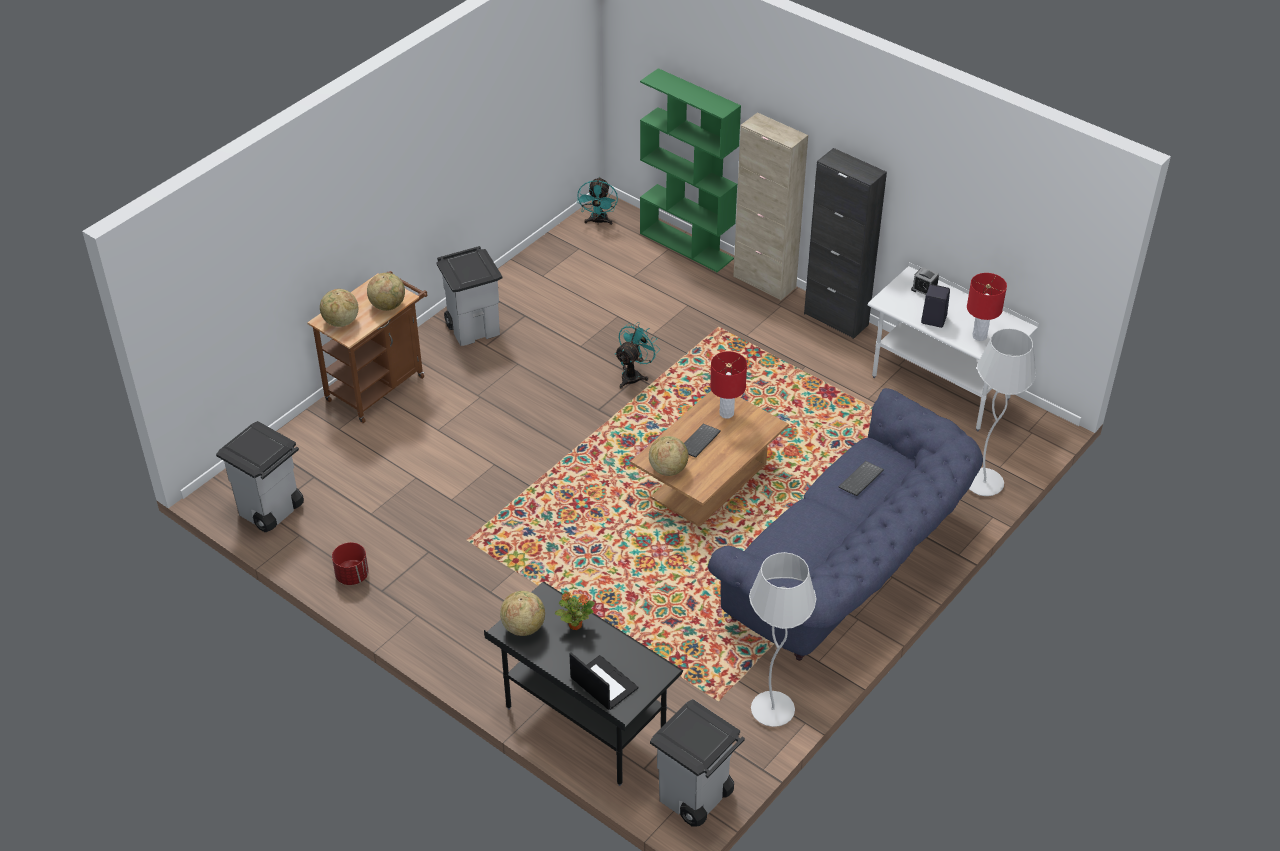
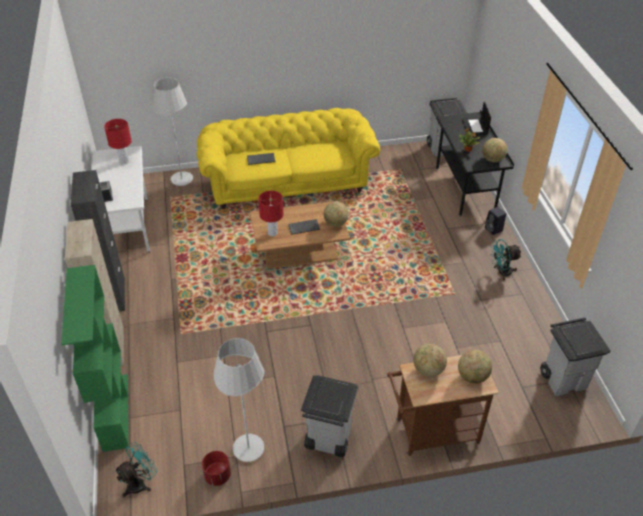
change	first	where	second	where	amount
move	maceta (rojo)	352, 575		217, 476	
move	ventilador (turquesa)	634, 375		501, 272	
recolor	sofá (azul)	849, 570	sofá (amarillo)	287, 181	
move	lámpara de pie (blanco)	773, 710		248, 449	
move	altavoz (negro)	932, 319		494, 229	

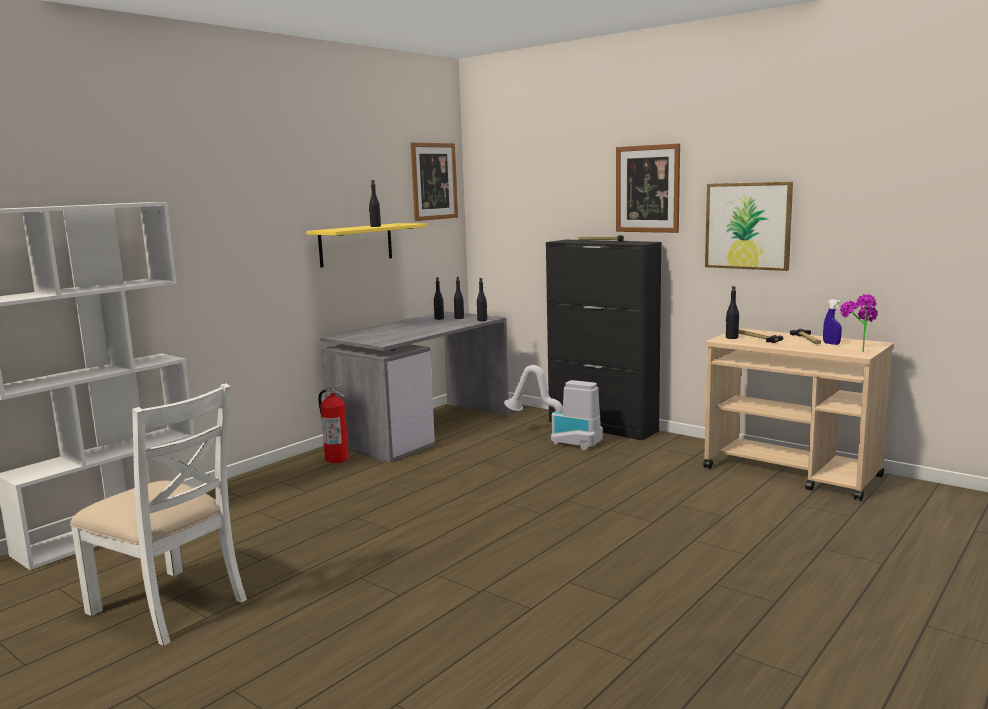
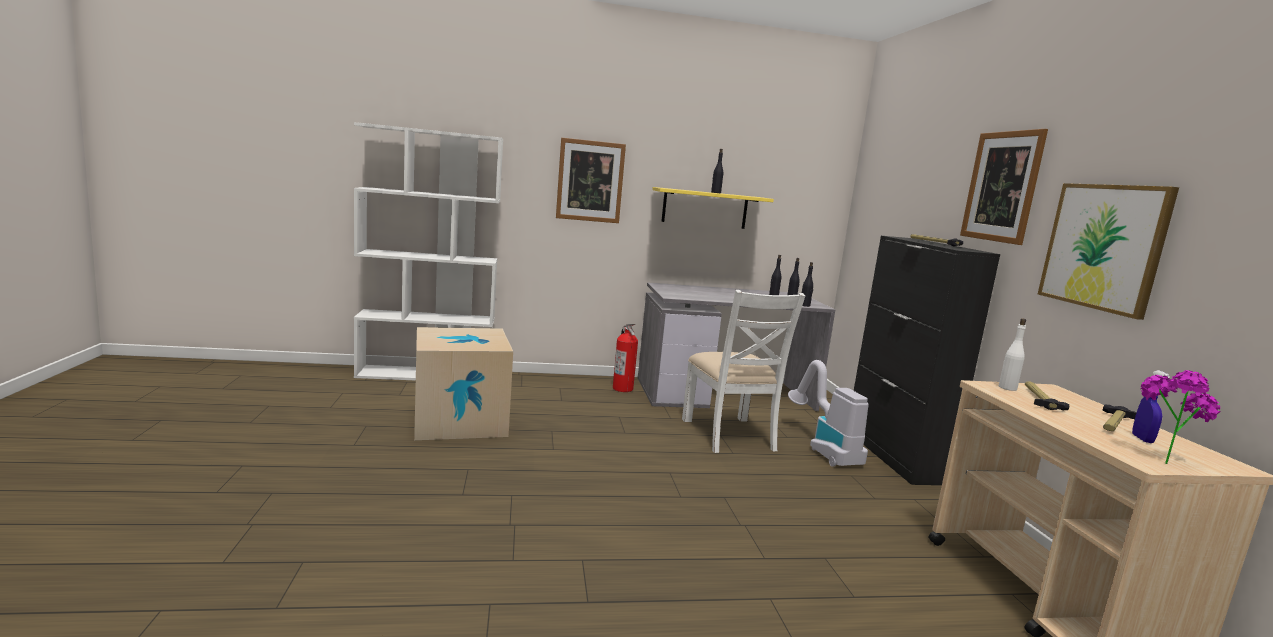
change	first	where	second	where	amount
move	silla (blanco)	169, 605		729, 435	
move	cuadro	434, 181		590, 181	
recolor	botella (negro)	731, 337	botella (blanco)	1007, 388	
insert			caja de cartón	459, 421	

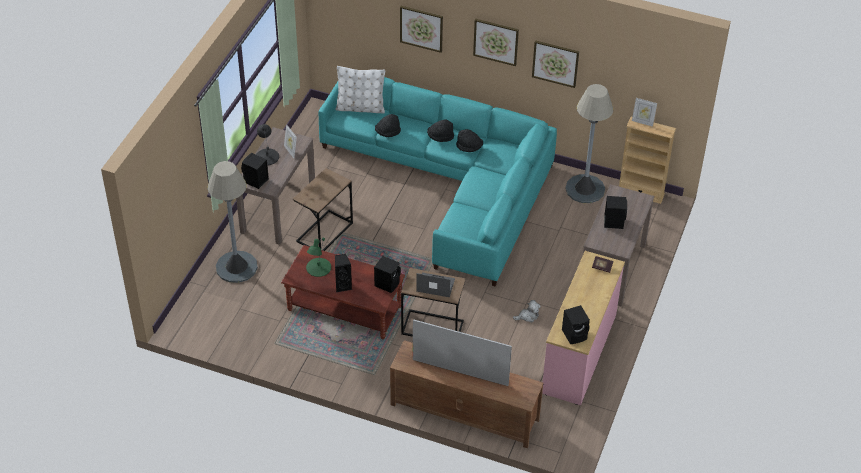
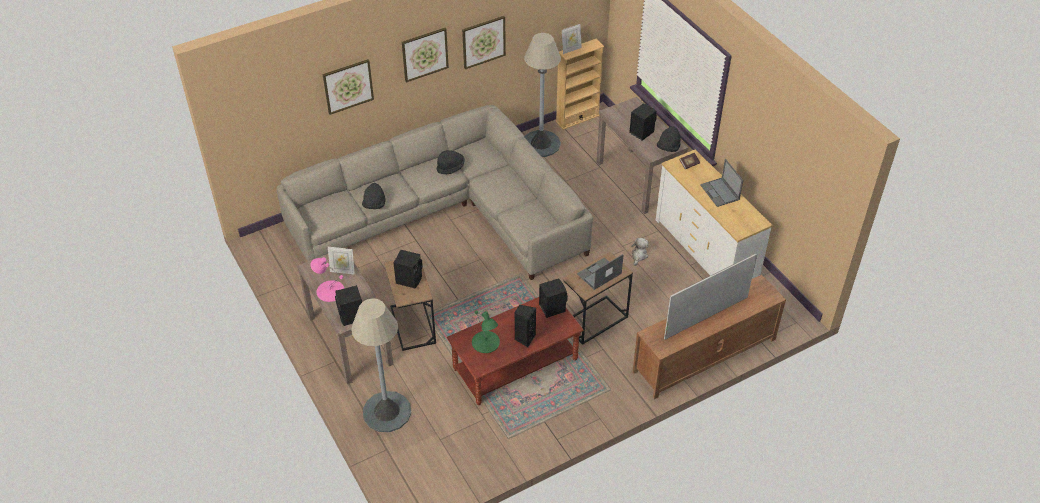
change	first	where	second	where	amount
recolor	lámpara de mesa (negro)	267, 156	lámpara de mesa (rosa)	330, 291	
recolor	sofá (turquesa)	450, 183	sofá (gris)	447, 212	
delete	cojín (blanco)	360, 107			
move	sombrero (negro)	440, 137		668, 148	
recolor	cómoda (rosa)	580, 354	cómoda (blanco)	706, 250	
move	altavoz (negro)	575, 334		409, 279	
insert			portátil	720, 192	

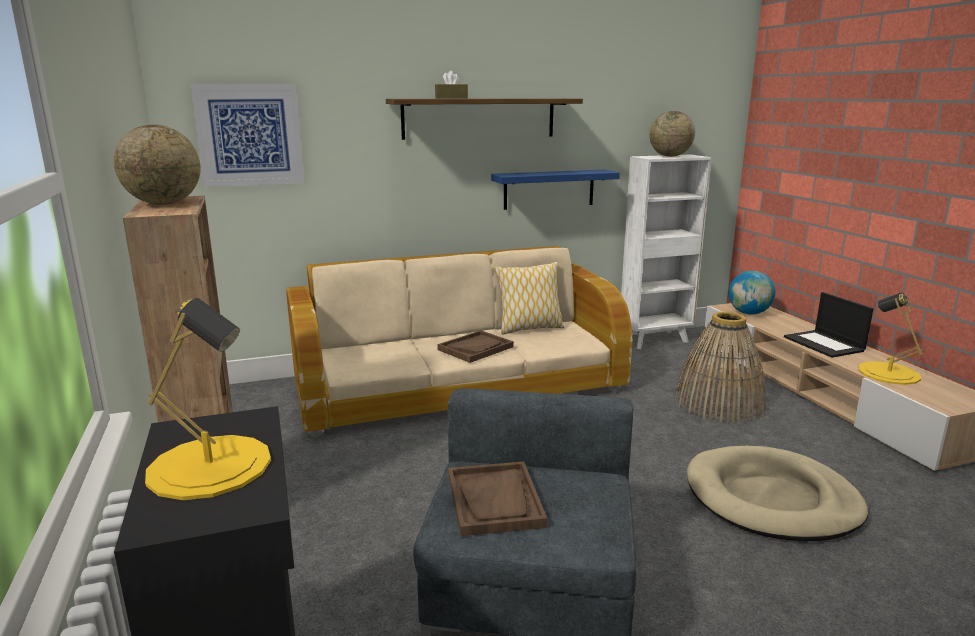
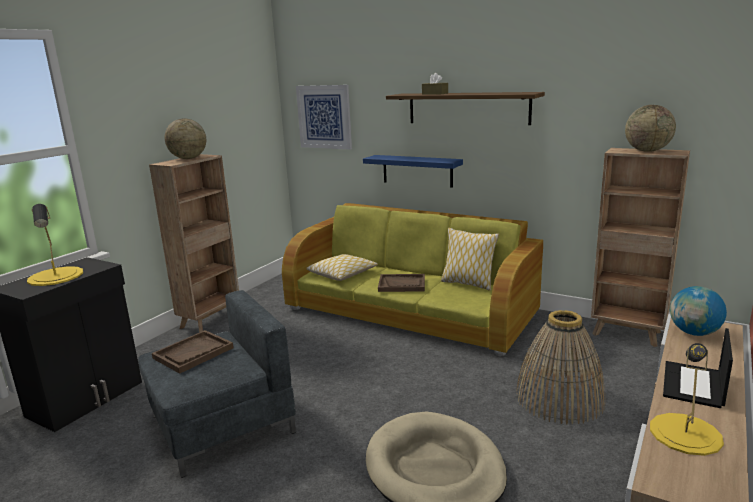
change	first	where	second	where	amount
recolor	sofá (beis)	459, 386	sofá (verde)	410, 311	
move	estante (azul)	549, 189		417, 170	
recolor	estantería (blanco)	656, 340	estantería (marrón)	628, 334	
insert			cojín	342, 274	

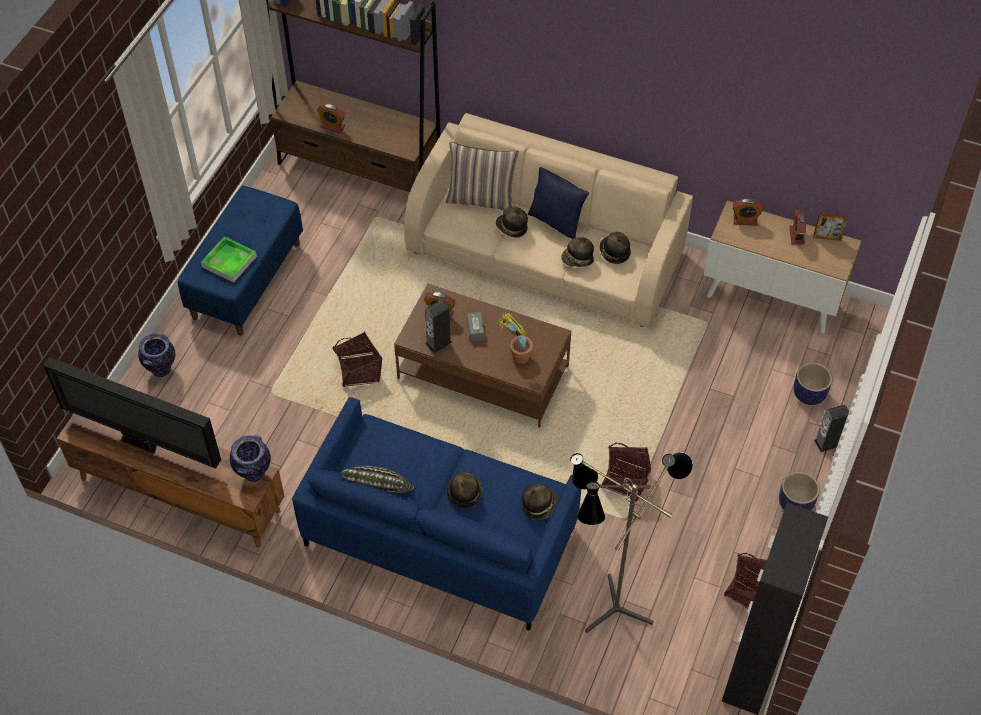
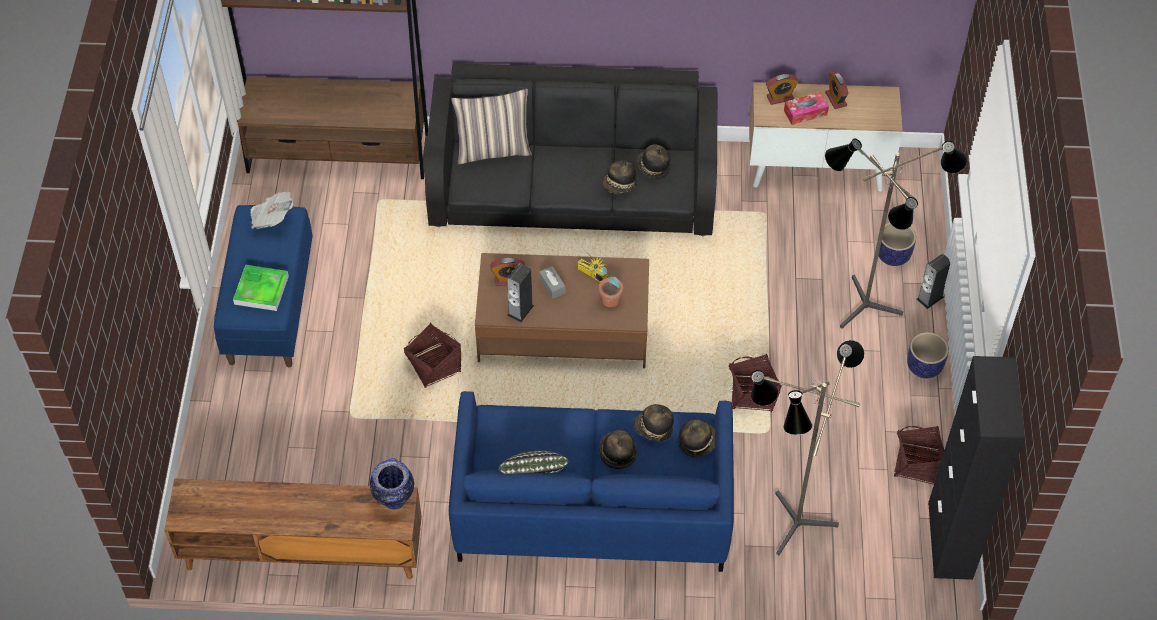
change	first	where	second	where	amount
delete	televisor	142, 444			
delete	florero	161, 369			
delete	despertador	332, 126			
recolor	sofá (beis)	546, 251	sofá (negro)	573, 186	
move	sombrero	511, 228		653, 429	
delete	cojín (azul)	556, 222			
delete	portarretratos	827, 237			
insert			periódico	272, 218	
insert			caja de pañuelos	805, 112	
insert			lámpara de pie	865, 313	

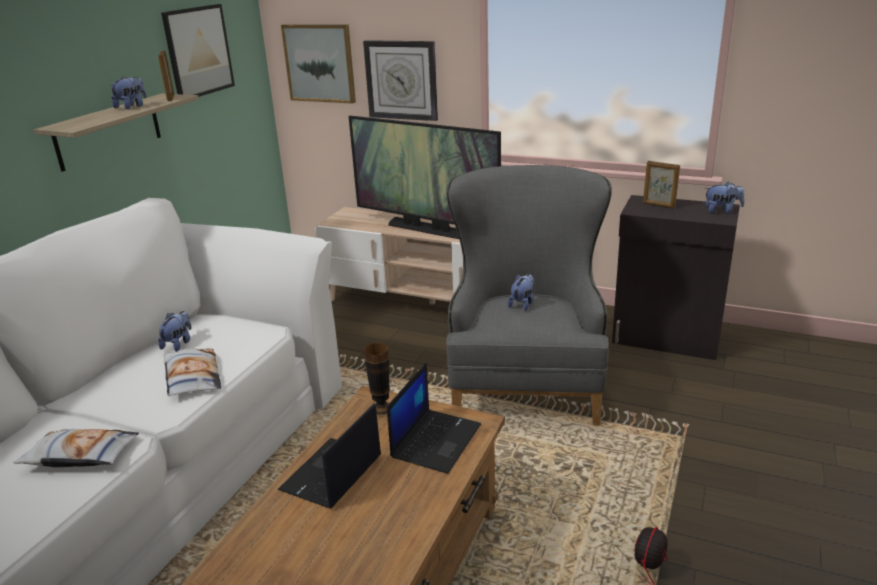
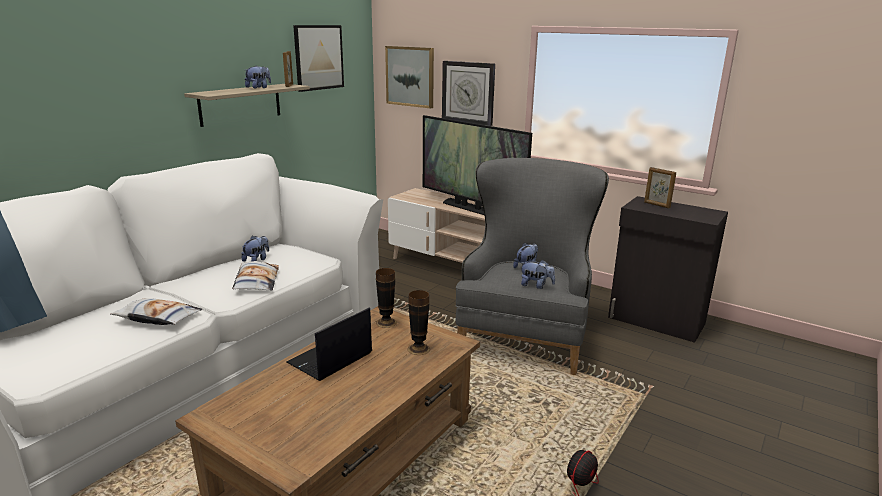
change	first	where	second	where	amount
replace	portátil	436, 440	florero	418, 349	
move	peluche	722, 211		536, 285	

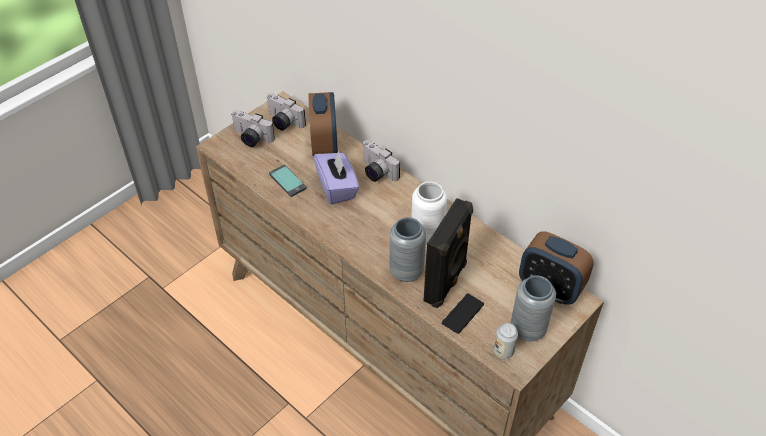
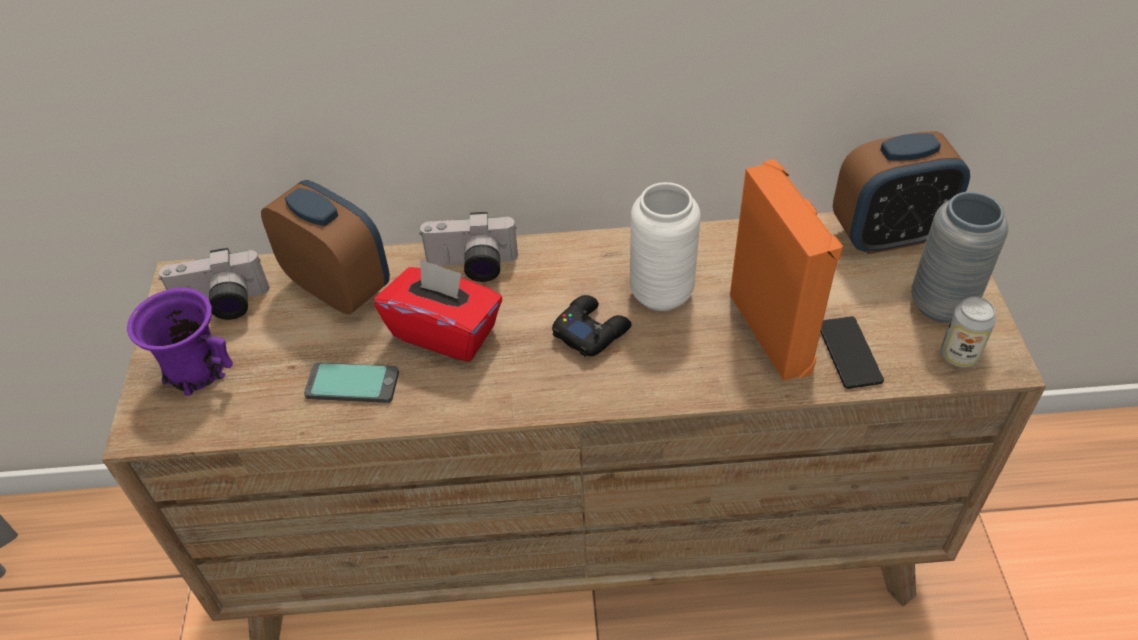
change	first	where	second	where	amount
replace	cámara	250, 138	taza grande (morado)	196, 369	
recolor	caja de pañuelos (morado)	337, 187	caja de pañuelos (rojo)	445, 331	
delete	florero (gris)	406, 271			
recolor	altavoz (negro)	446, 282	altavoz (naranja)	773, 332	
insert			mando de consola (negro)	591, 331	

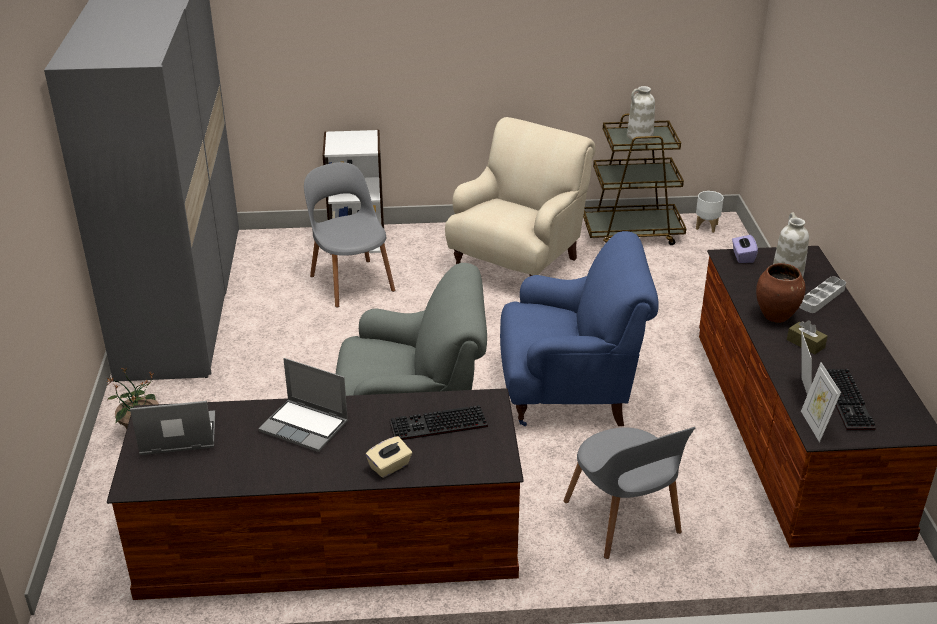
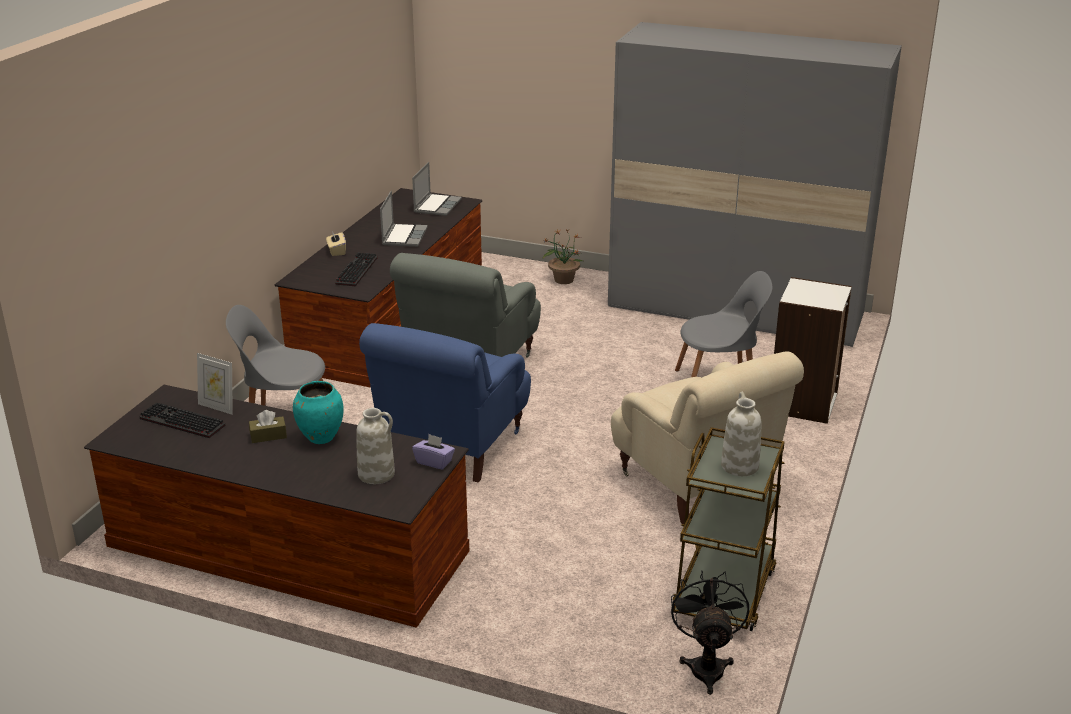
change	first	where	second	where	amount
rotate	portátil	305, 426		404, 236	135 degrees clockwise
replace	maceta (blanco)	707, 227	ventilador (negro)	706, 665	
recolor	florero (marrón)	776, 316	florero (turquesa)	321, 438	
delete	bandeja (gris)	822, 298			
delete	portarretratos	814, 426			

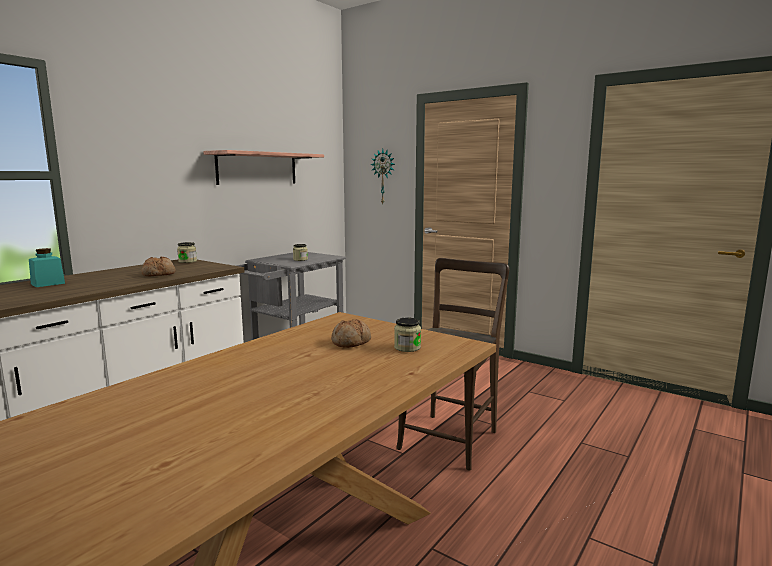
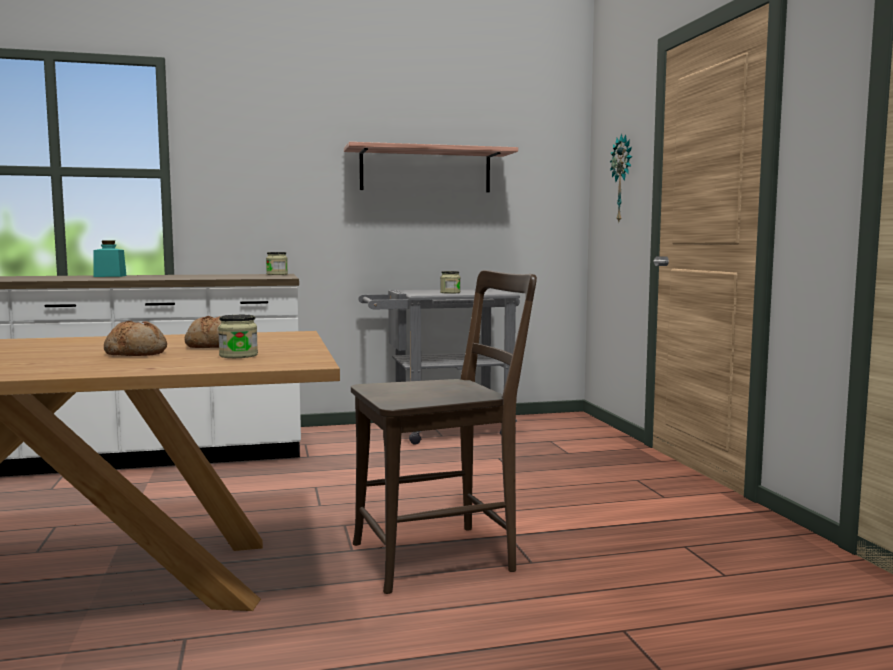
change	first	where	second	where	amount
move	pan	159, 274		137, 353	

